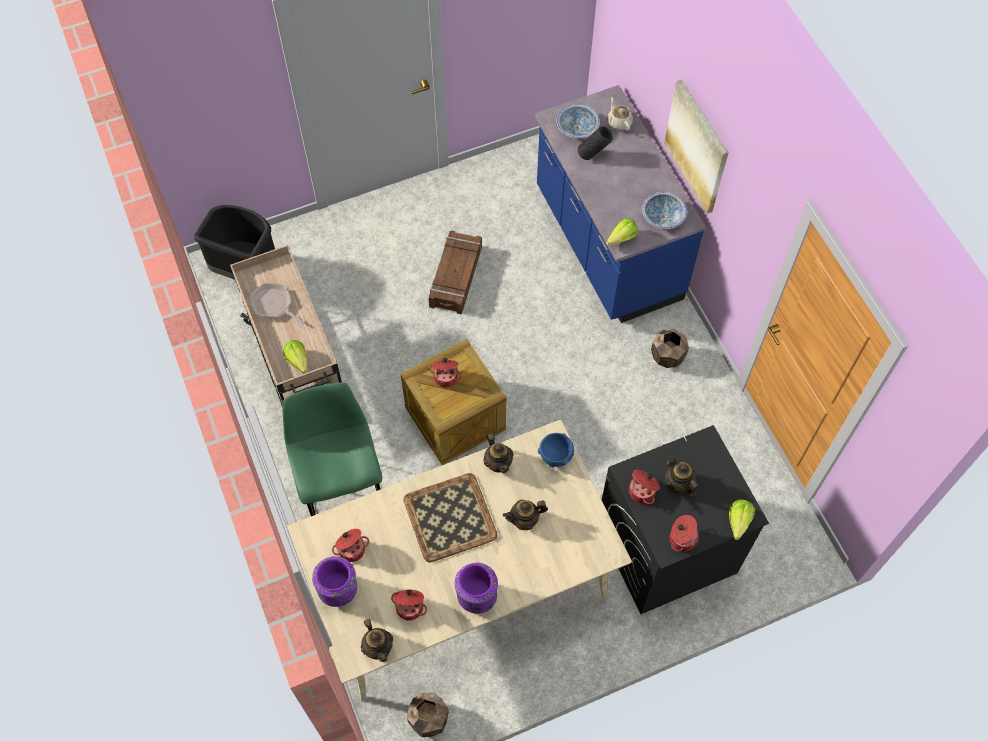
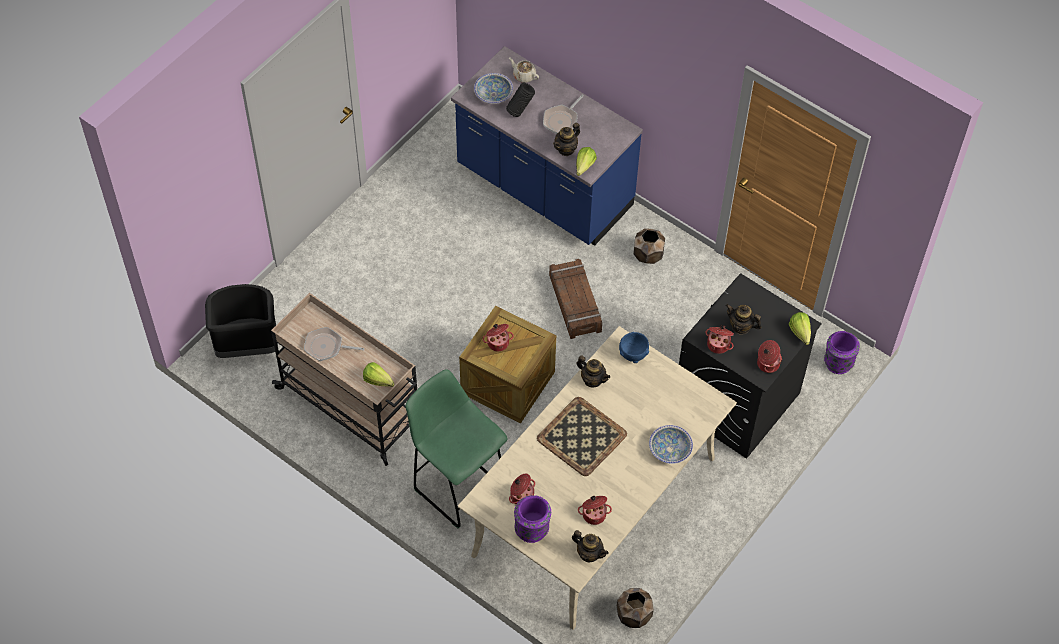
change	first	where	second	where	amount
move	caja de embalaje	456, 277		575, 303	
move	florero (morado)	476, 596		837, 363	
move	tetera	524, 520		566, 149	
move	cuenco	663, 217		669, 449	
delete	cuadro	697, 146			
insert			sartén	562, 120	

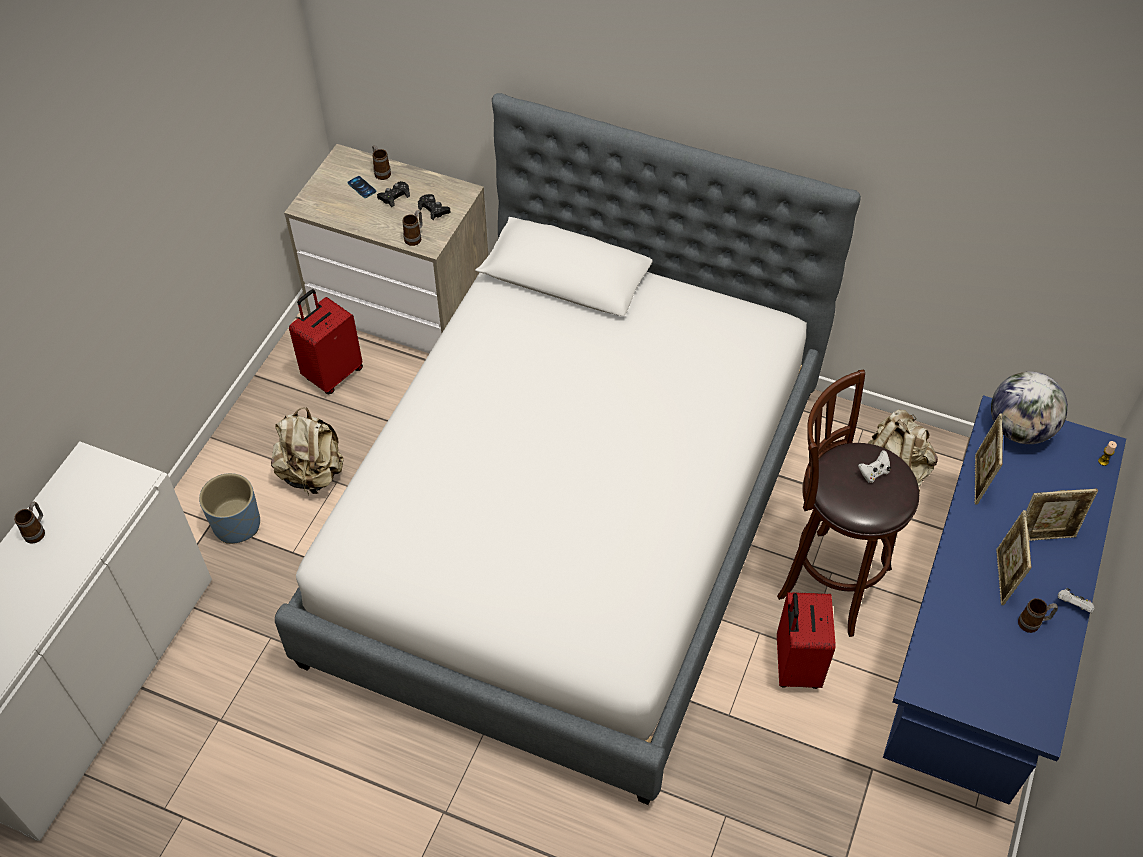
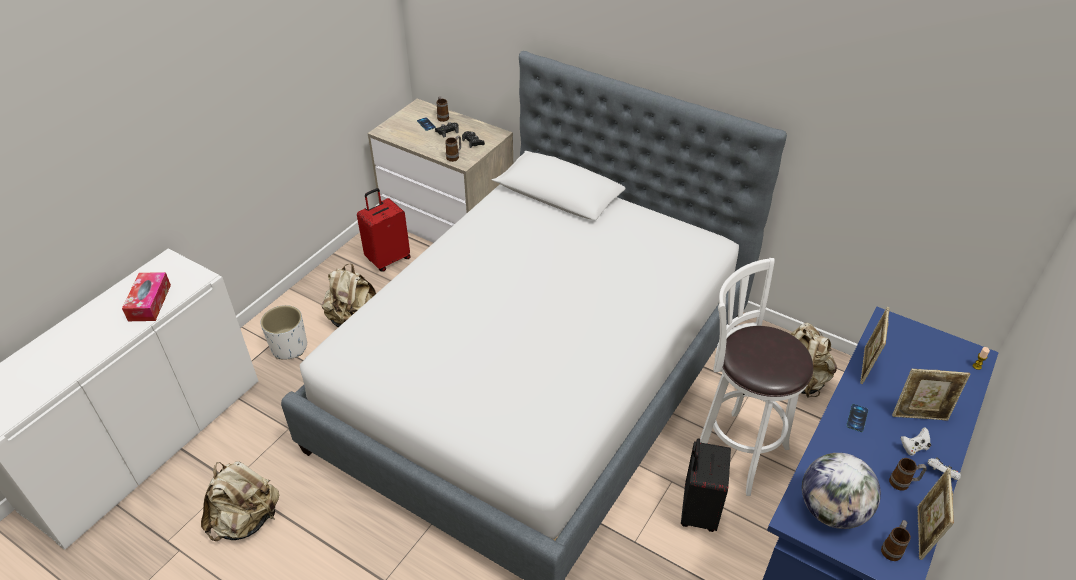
change	first	where	second	where	amount
move	taza grande	37, 531		892, 548	
recolor	maceta (azul)	237, 525	maceta (blanco)	289, 347	
recolor	taburete (marrón)	828, 579	taburete (blanco)	735, 449	
recolor	maleta (rojo)	795, 665	maleta (negro)	697, 511	
move	mando de consola (blanco)	873, 473		913, 447	
move	globo terráqueo	1019, 429		831, 510	
move	portarretratos	1003, 578		922, 534	
insert			caja de pañuelos	149, 302	
insert			mochila (beis)	246, 520	
insert			móvil	857, 418	

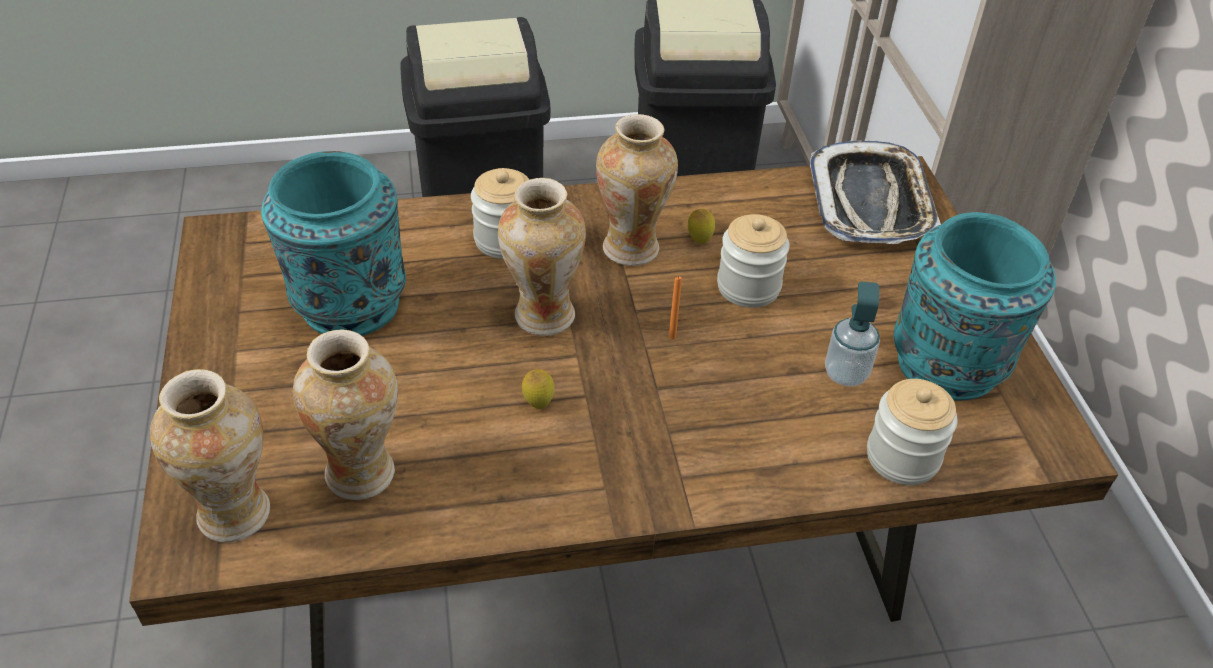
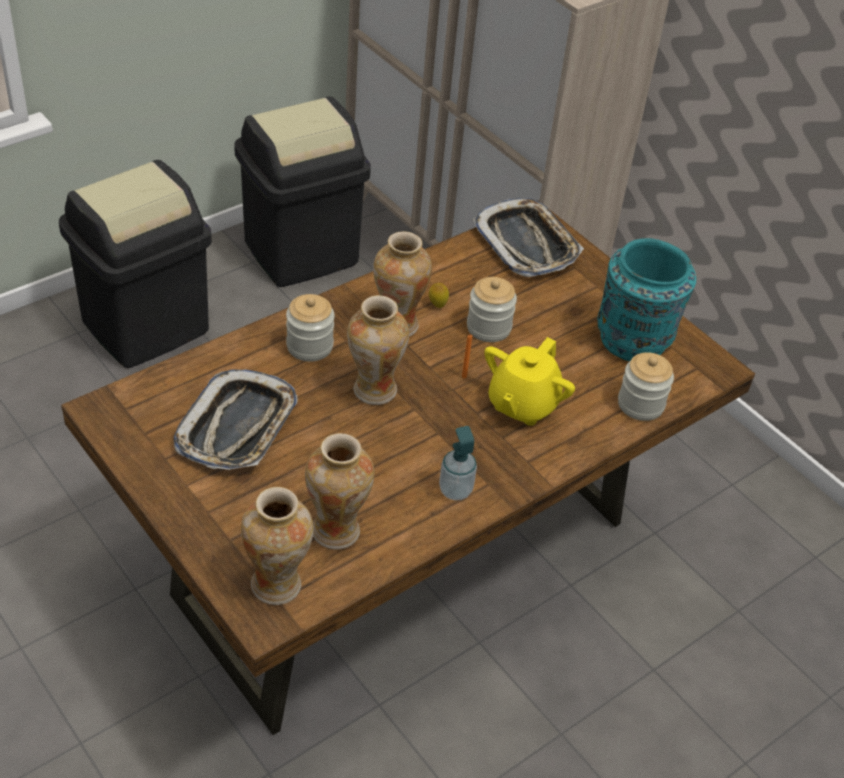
change	first	where	second	where	amount
replace	florero (turquesa)	348, 304	bandeja	238, 427	
delete	limón	538, 403			
move	dispensador de jabón	846, 374		455, 490	
insert			tetera (amarillo)	522, 404	

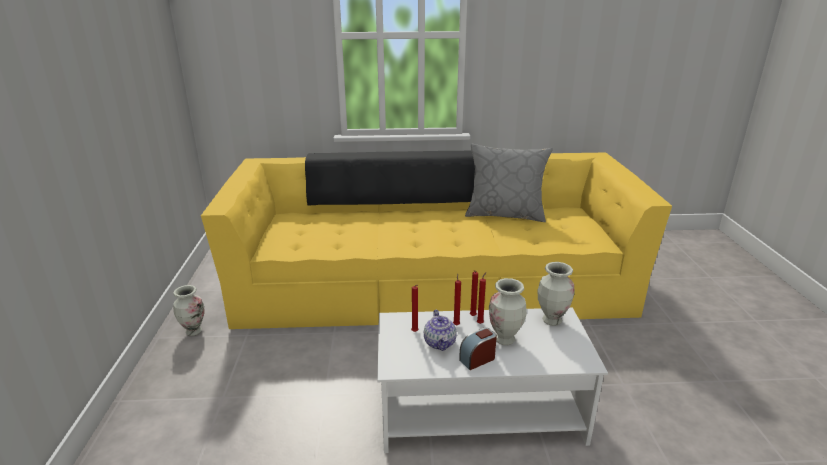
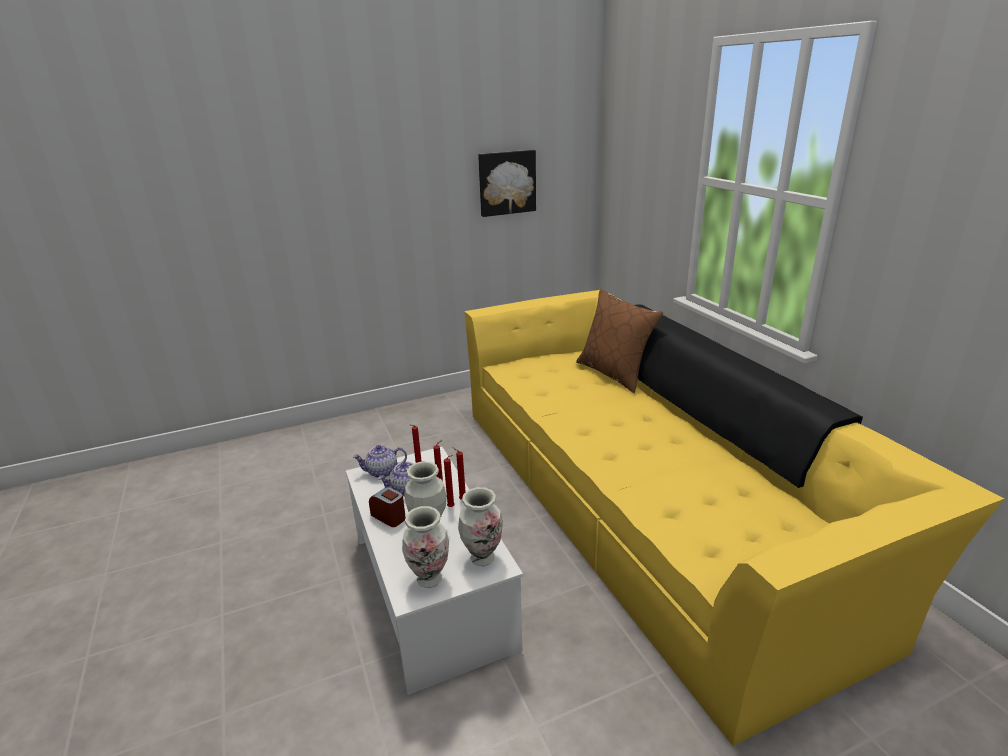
change	first	where	second	where	amount
move	florero	194, 331		429, 579	
delete	cojín (gris)	505, 214			
insert			tetera	382, 472	
insert			cuadro	506, 182	
insert			cojín (marrón)	614, 373	

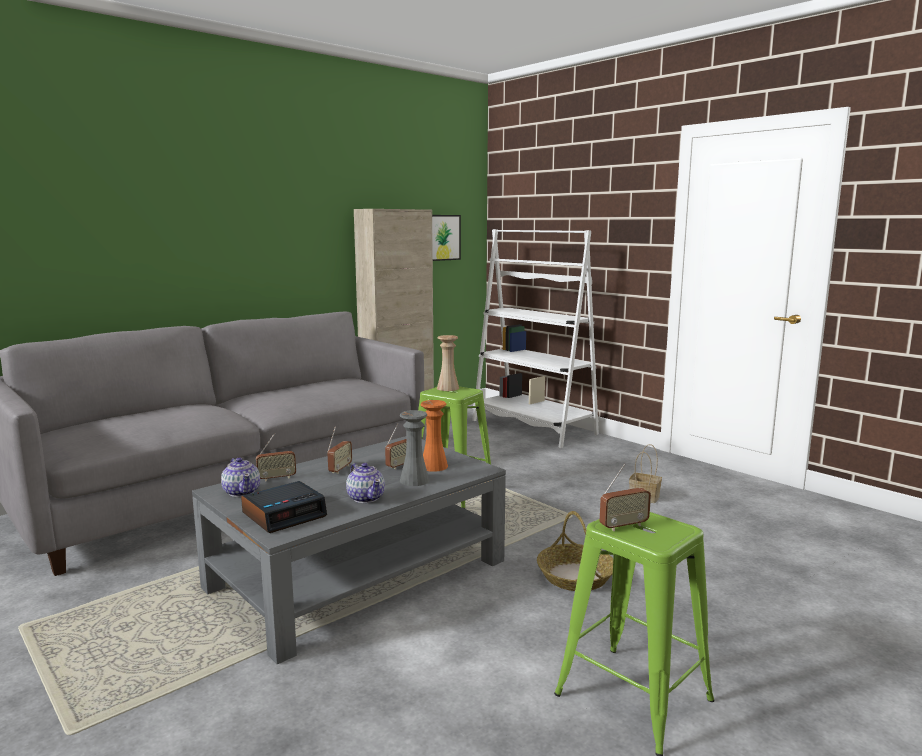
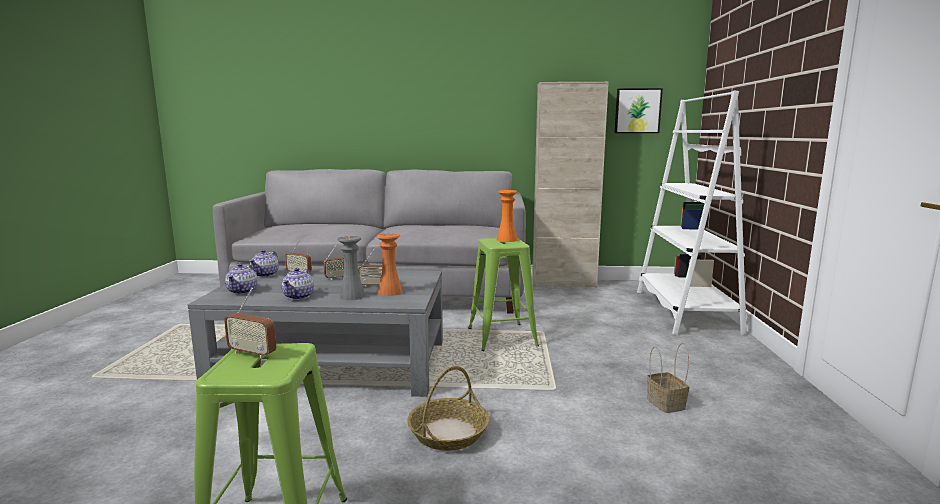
change	first	where	second	where	amount
replace	despertador	285, 514	tetera	243, 291	
recolor	florero (beis)	448, 388	florero (naranja)	507, 239	

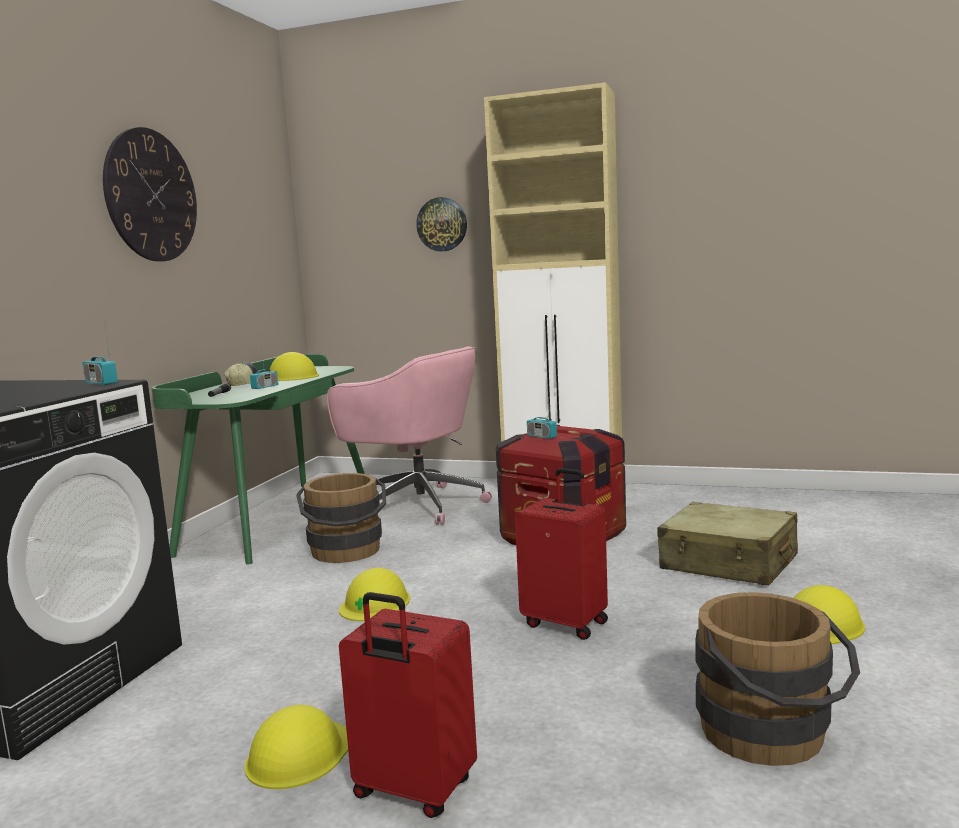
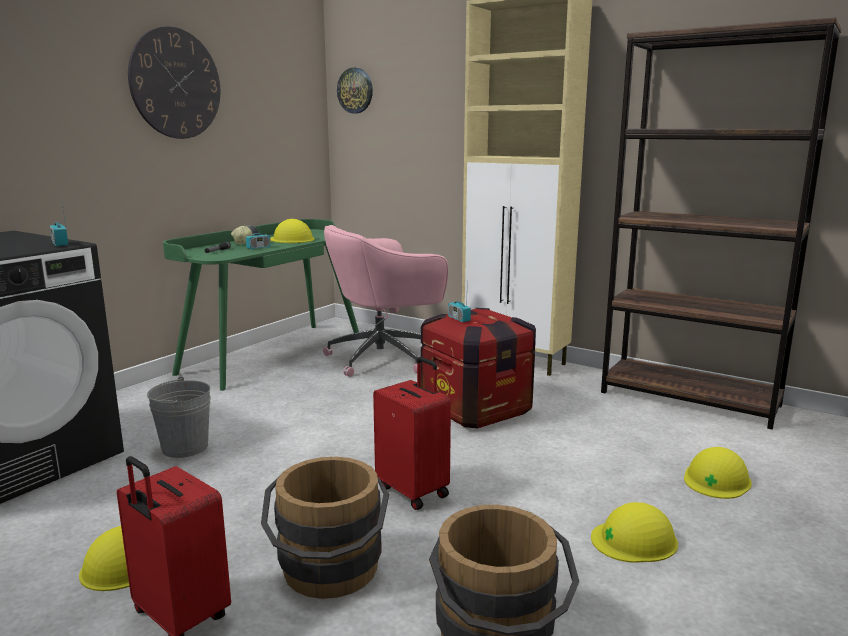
change	first	where	second	where	amount
move	cubo (marrón)	346, 553		329, 574	
rotate	silla de oficina (rosa)	417, 505		384, 358	105 degrees clockwise
move	casco (amarillo)	375, 603		717, 479	
move	reloj de pared	442, 224		355, 90	
delete	maleta (beis)	728, 563			
insert			cubo (gris)	185, 447	
insert			estantería (marrón)	689, 399	

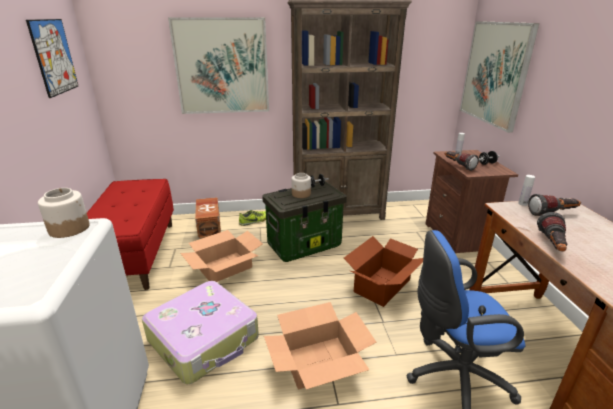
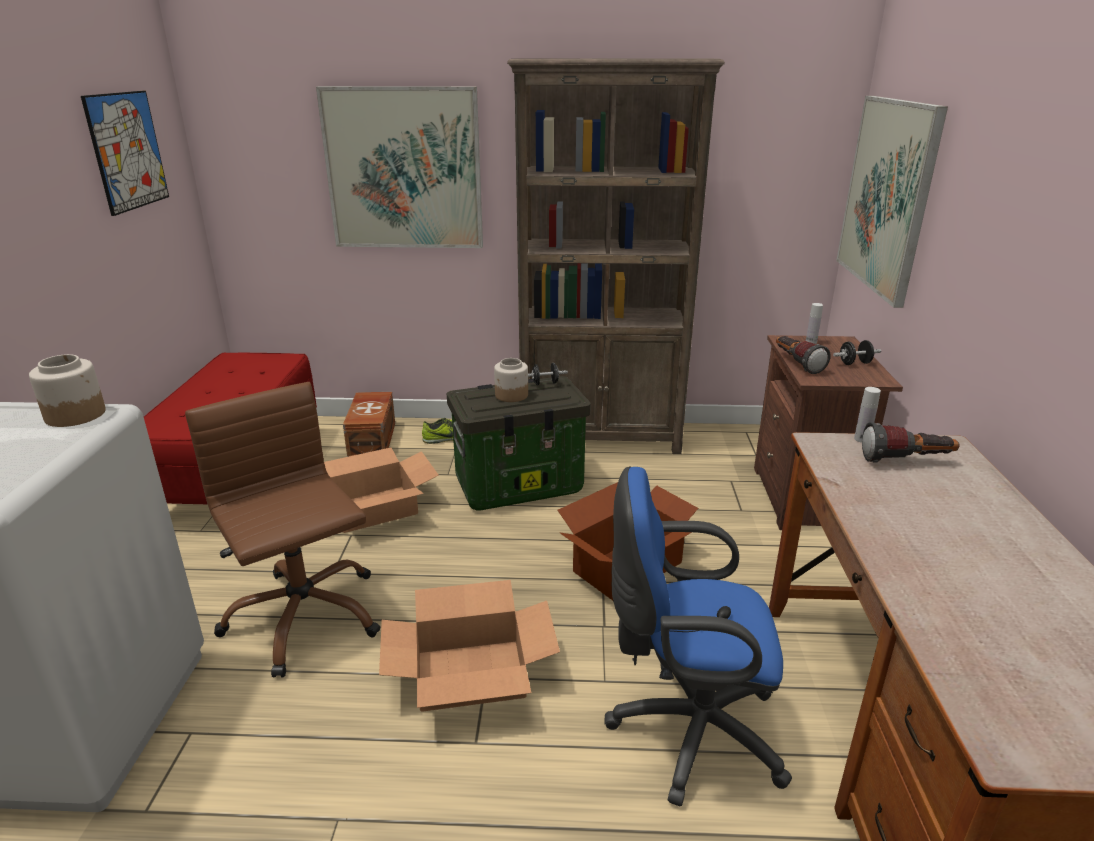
change	first	where	second	where	amount
replace	maleta	204, 339	silla de oficina (marrón)	303, 617	
delete	linterna	552, 245			

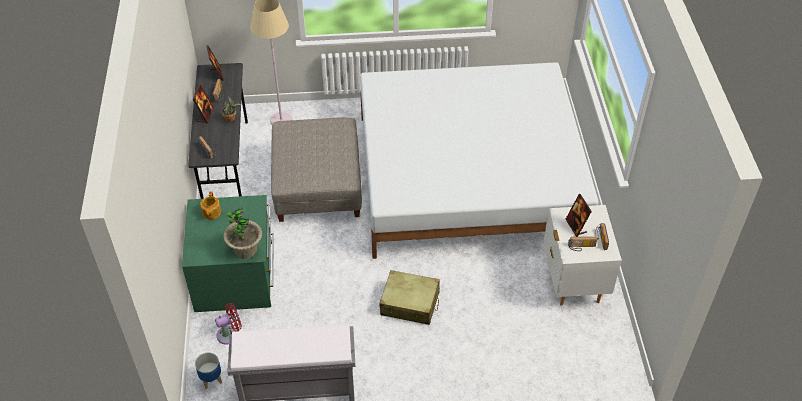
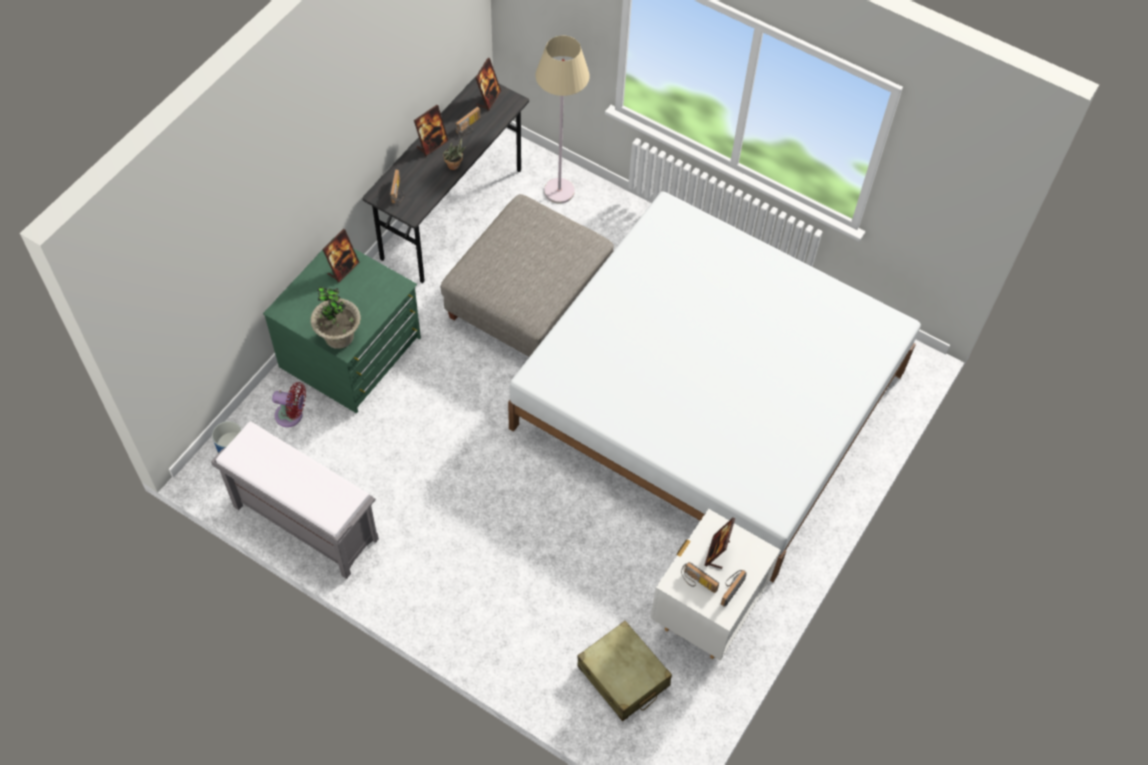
change	first	where	second	where	amount
replace	tetera	211, 213	portarretratos	343, 269	
move	maleta (beis)	410, 303		623, 676	

